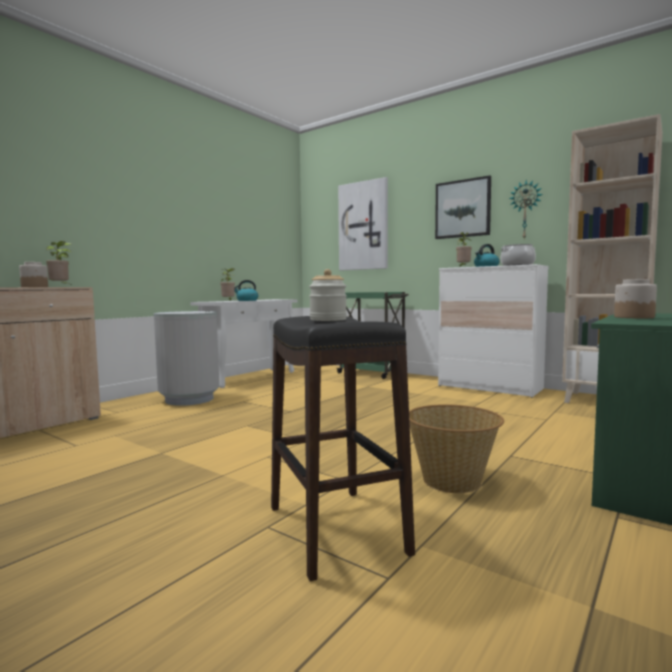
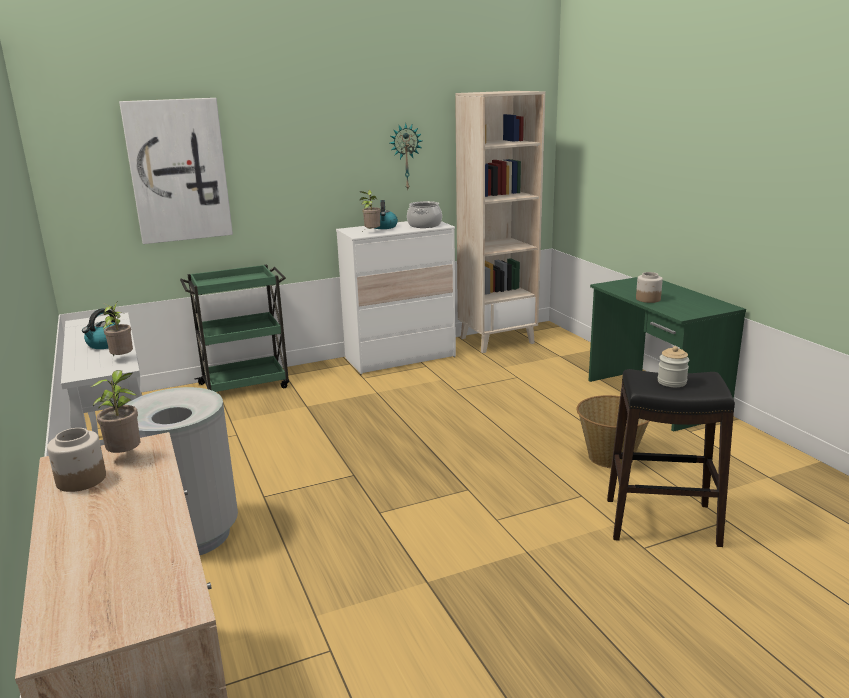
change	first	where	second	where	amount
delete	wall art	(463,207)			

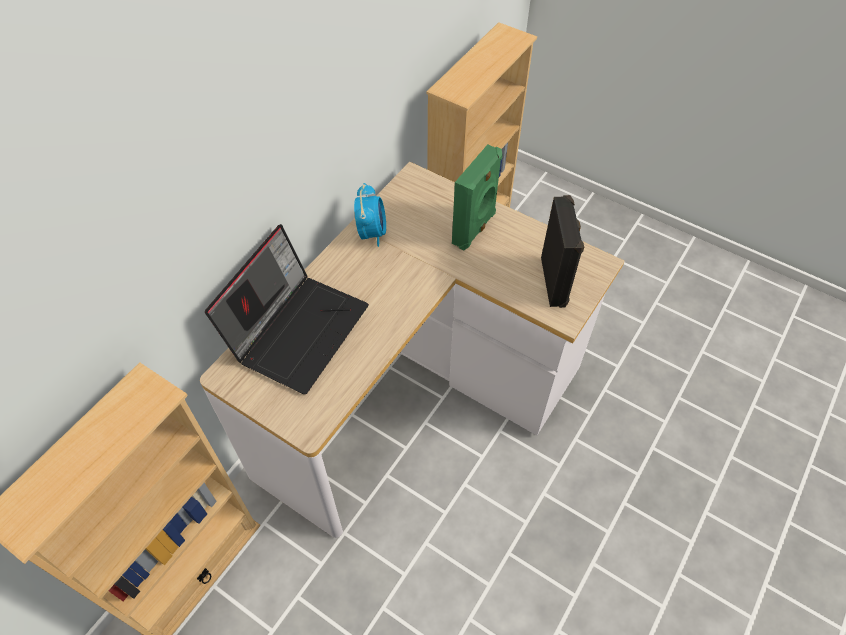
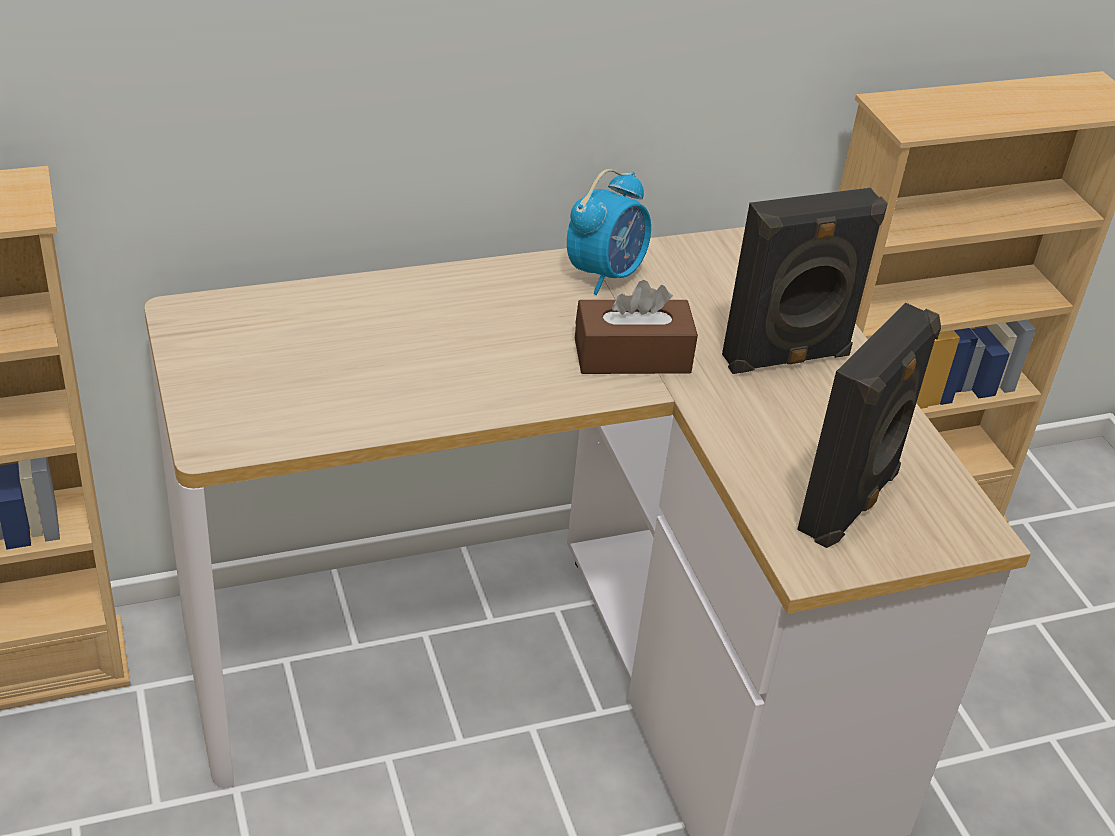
change	first	where	second	where	amount
recolor	loudspeaker (green)	(477,197)	loudspeaker (black)	(805,281)	
delete	portable computer	(287,309)			
insert			tissue box (brownish)	(636,327)	

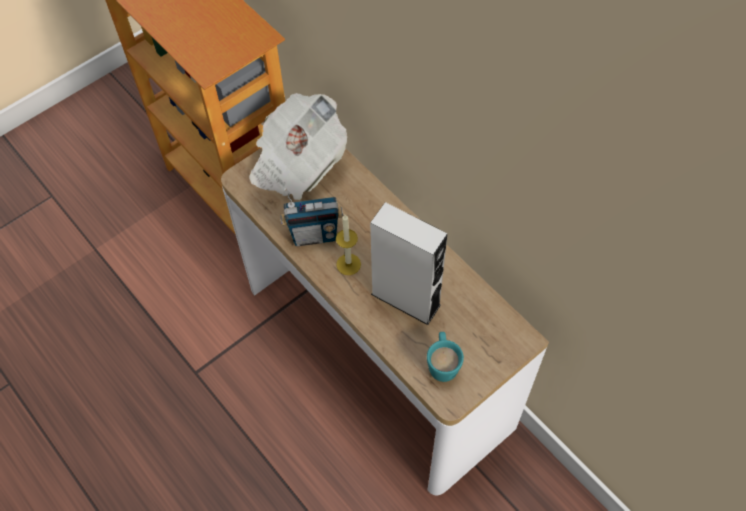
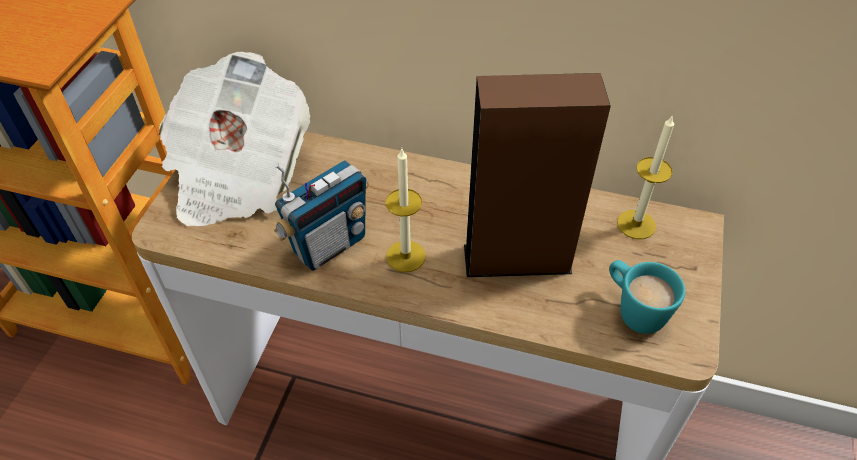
change	first	where	second	where	amount
recolor	loudspeaker (greyish)	(408,263)	loudspeaker (brownish)	(537,175)	
insert			wax candle	(645,177)	

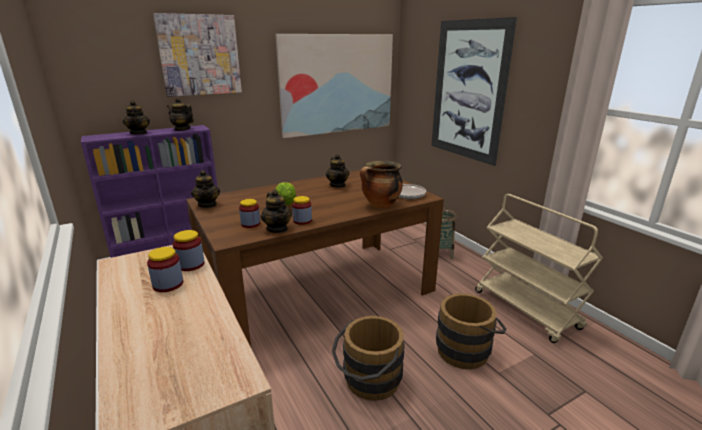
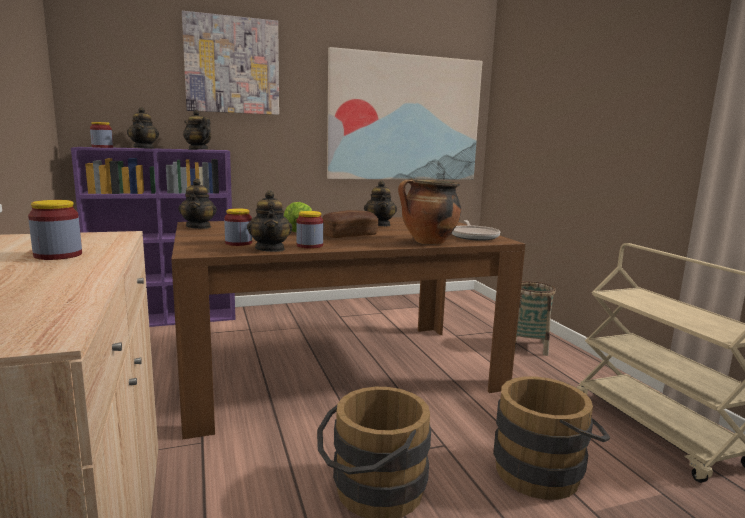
change	first	where	second	where	amount
delete	wall art	(474,91)			
move	storage jar	(188,250)		(101,135)	
insert			baked bread	(350,224)	

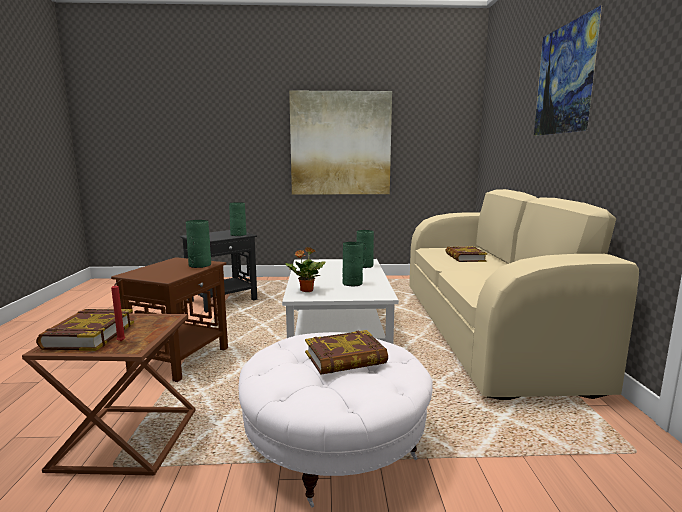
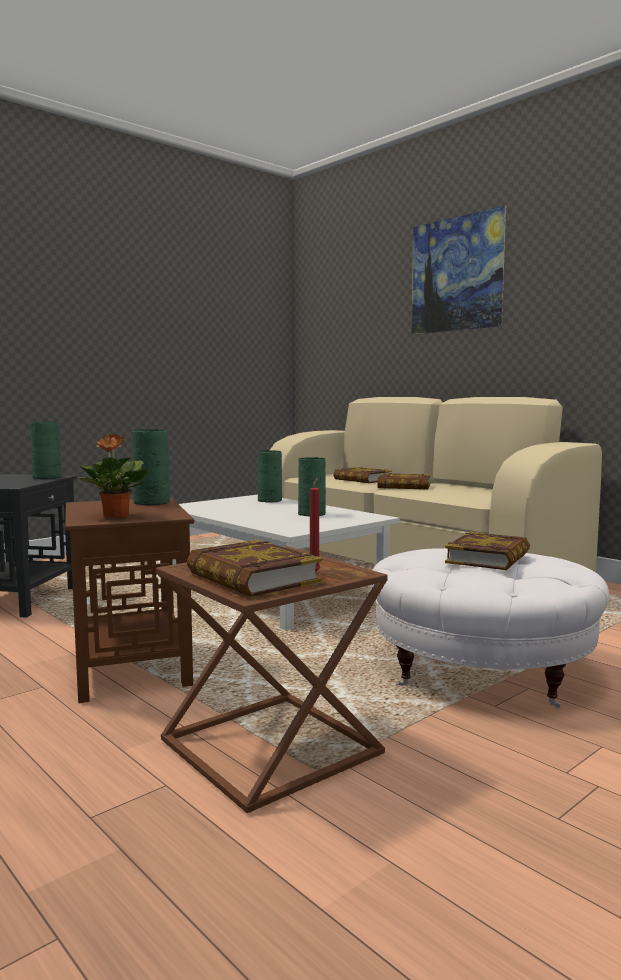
change	first	where	second	where	amount
delete	wall art	(340,143)			
move	houseplant	(305,269)		(113,476)	
insert			book	(404,481)	

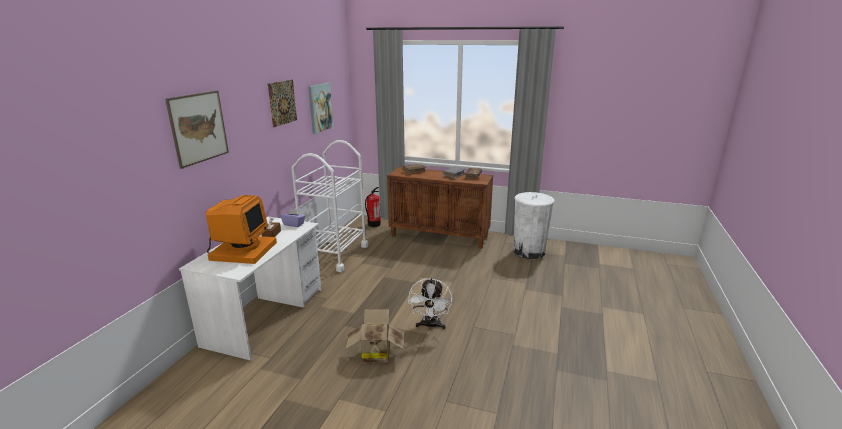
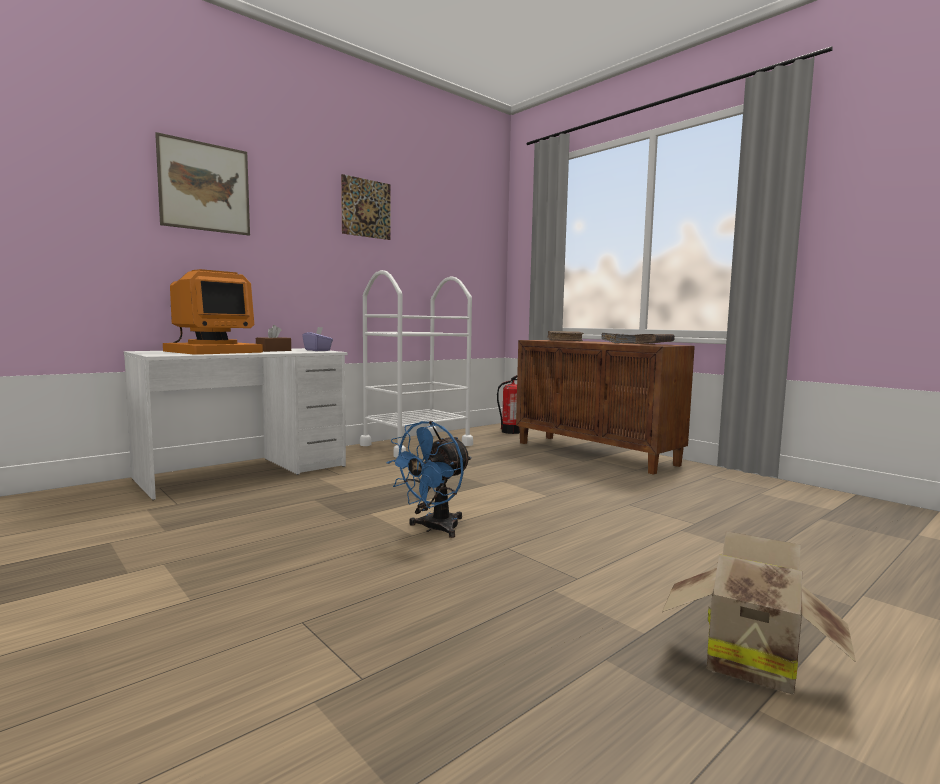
change	first	where	second	where	amount
delete	wall art	(320,108)			
delete	waste bin (white-coloured)	(533,225)			
recolor	electric fan (white-coloured)	(430,303)	electric fan (blue)	(429,479)	
move	packing box	(374,336)		(759,613)	

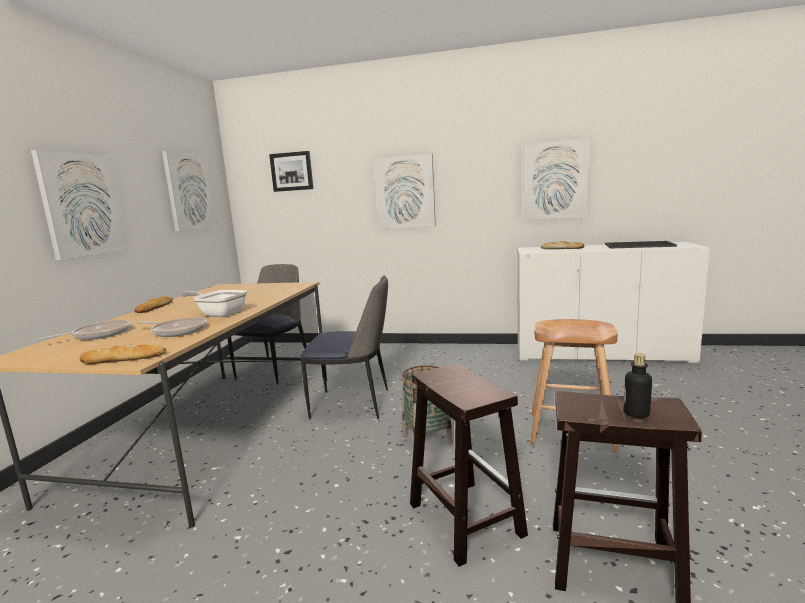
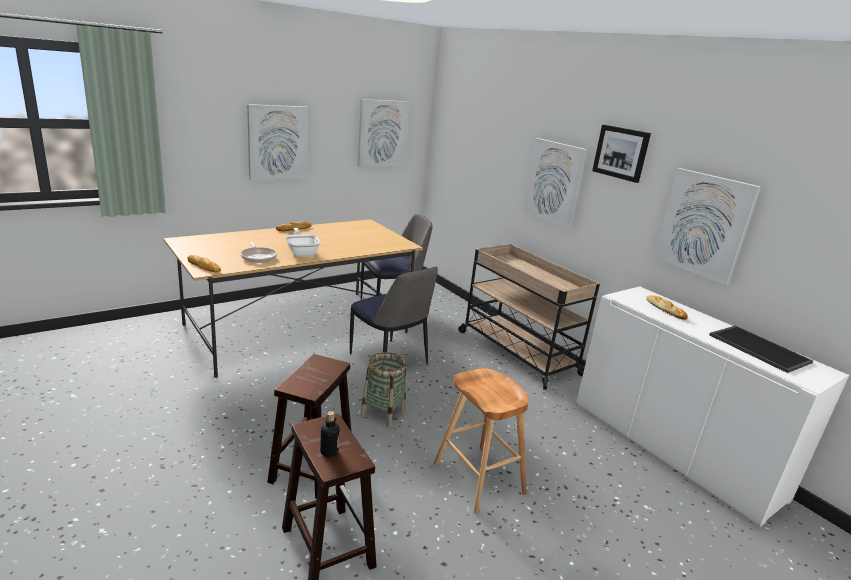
change	first	where	second	where	amount
move	wall art	(291,171)		(621,154)	
delete	frying pan	(83,330)			
insert			trolley (beige-coloured)	(529,317)	

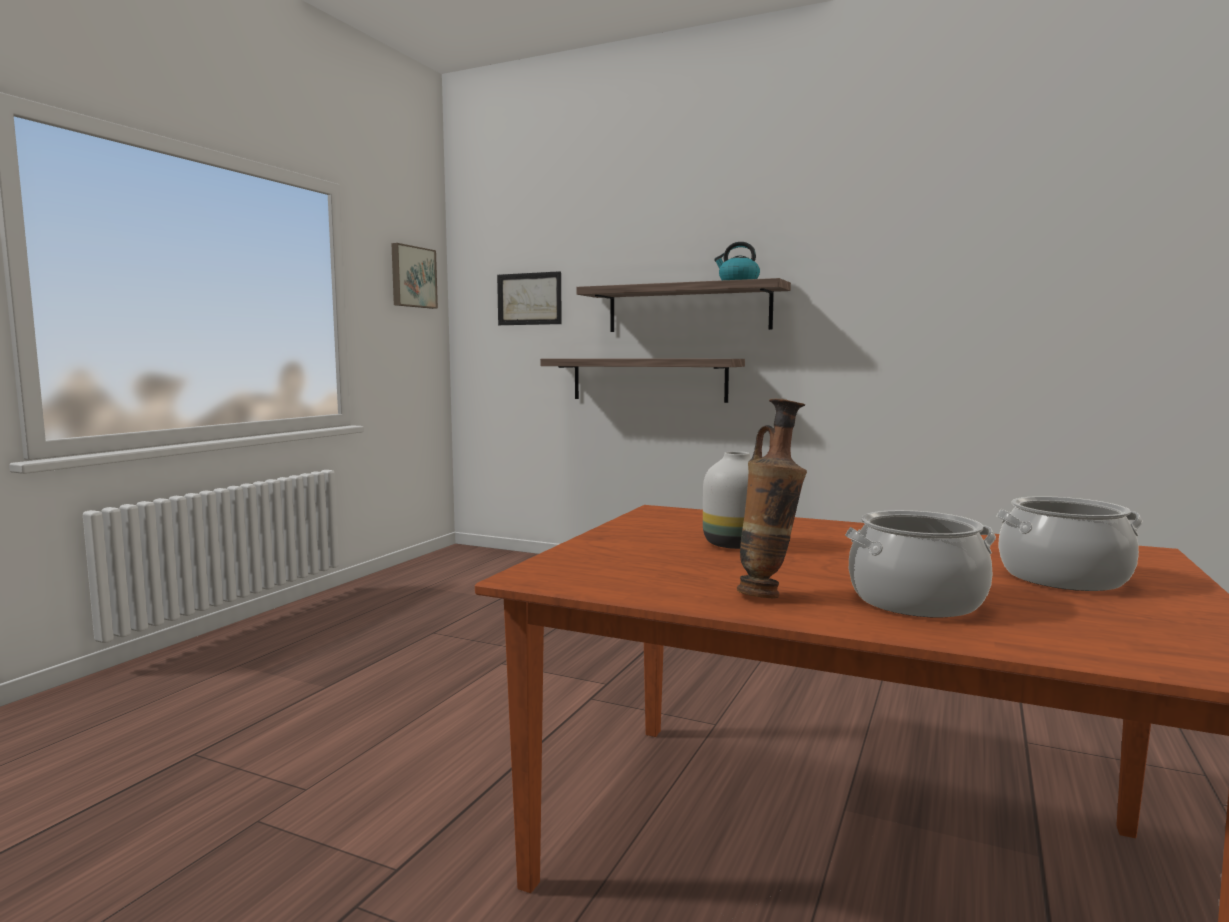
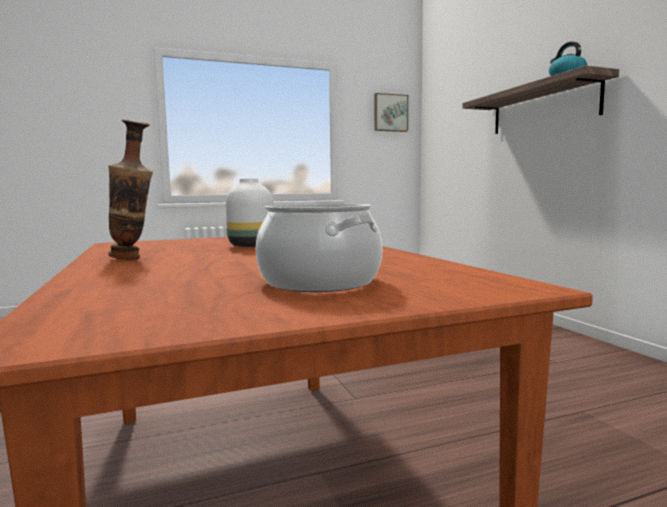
change	first	where	second	where	amount
delete	wall art	(529,298)			
delete	bracket shelf	(642,381)			
delete	saucepot	(920,564)			

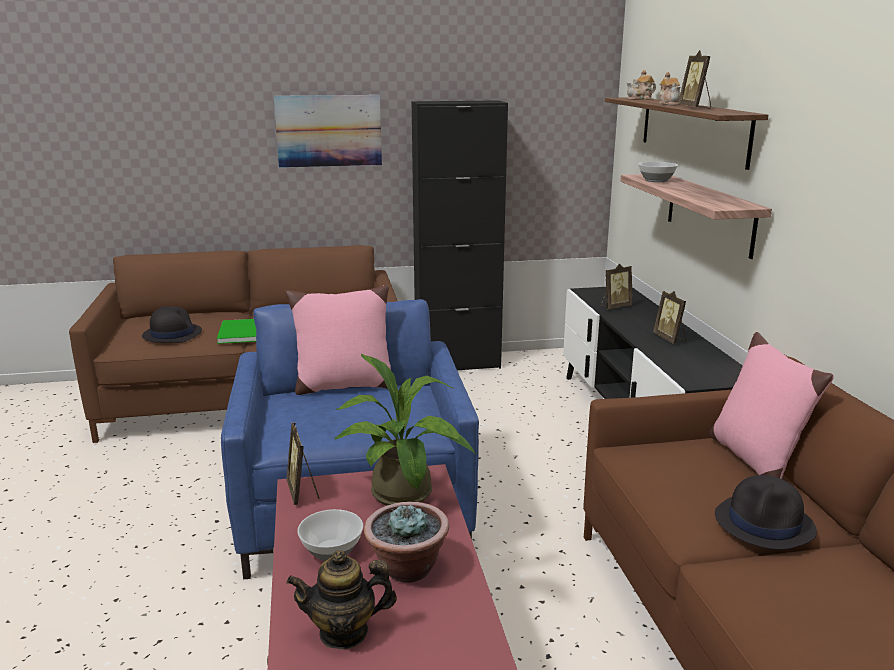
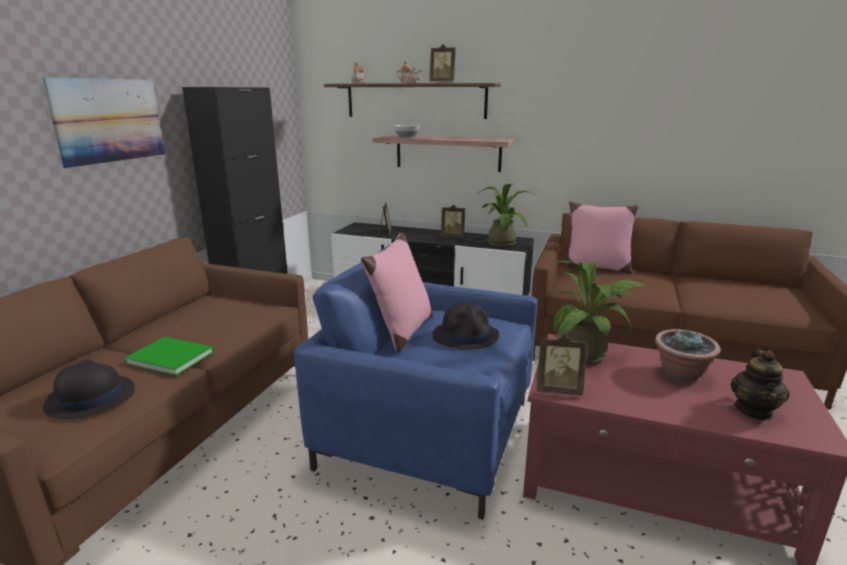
change	first	where	second	where	amount
move	clothing hat (black)	(766,512)		(466,326)	
delete	serving bowl	(330,535)			
insert			houseplant	(506,215)	

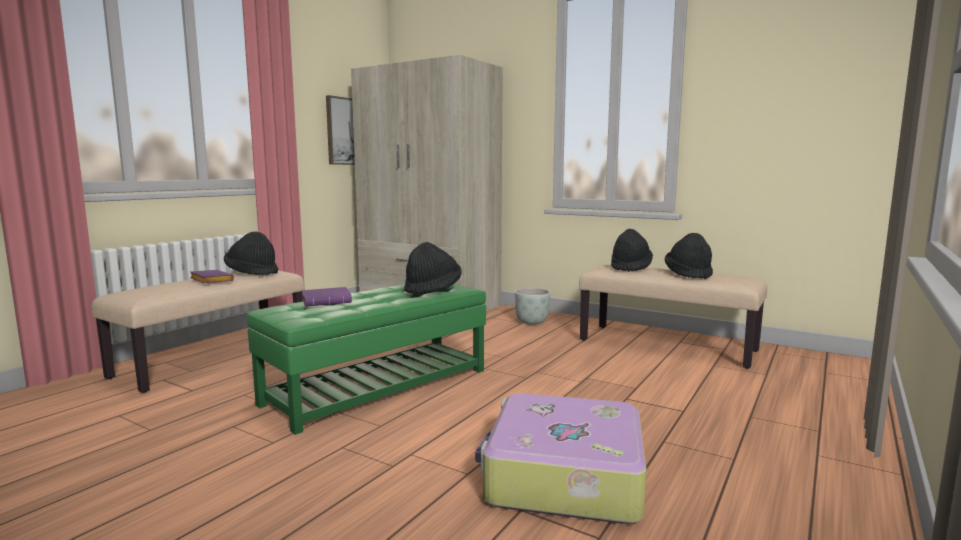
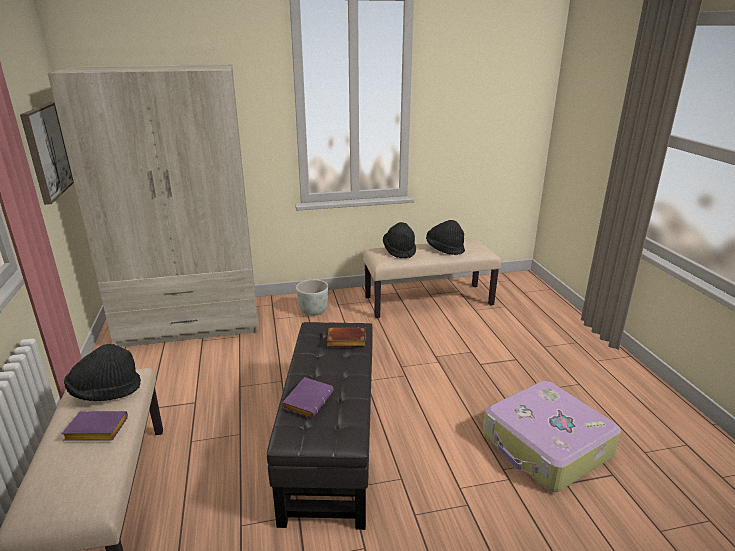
change	first	where	second	where	amount
replace	clothing hat (black)	(433,268)	book (brownish)	(346,336)	
recolor	footrest (green)	(366,359)	footrest (black)	(320,426)	

